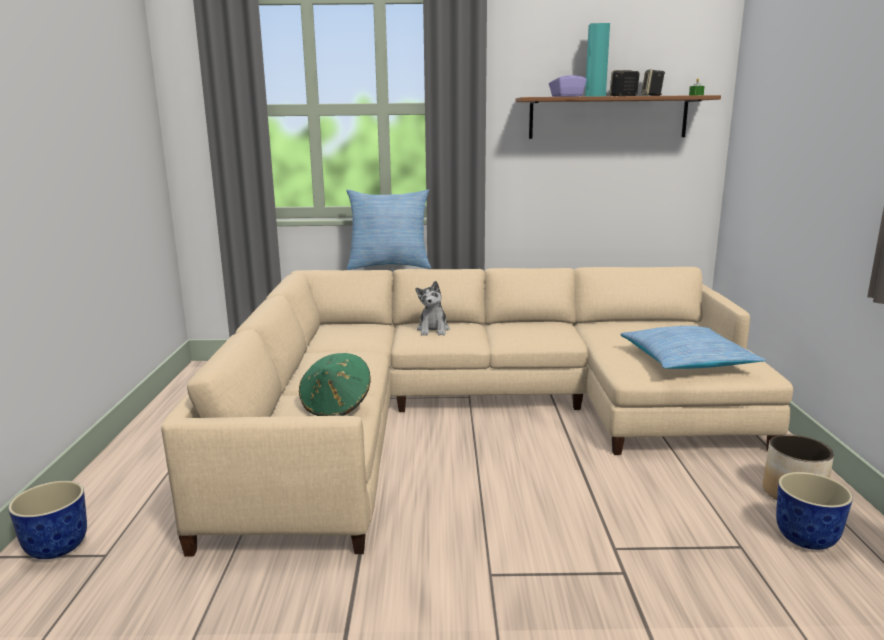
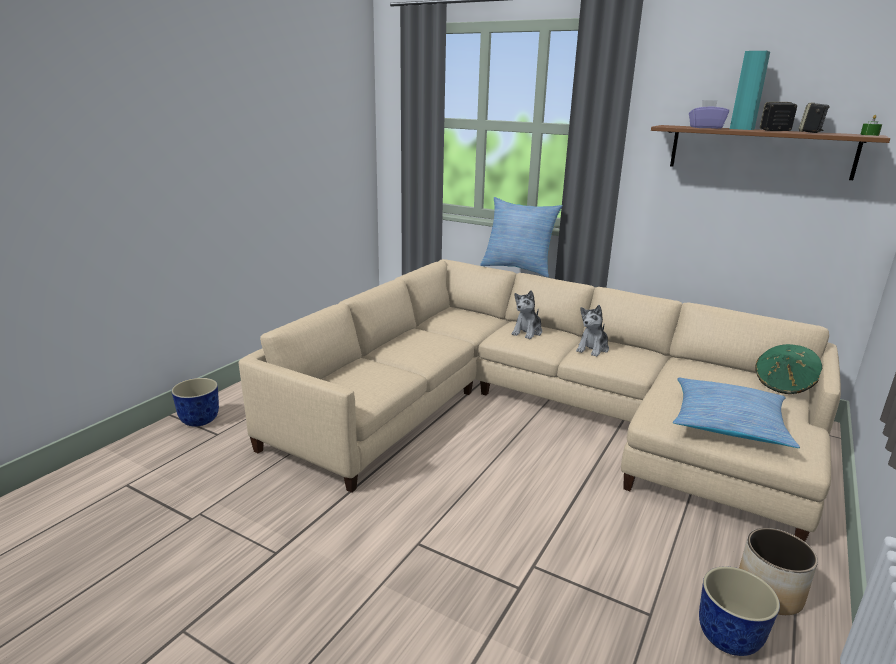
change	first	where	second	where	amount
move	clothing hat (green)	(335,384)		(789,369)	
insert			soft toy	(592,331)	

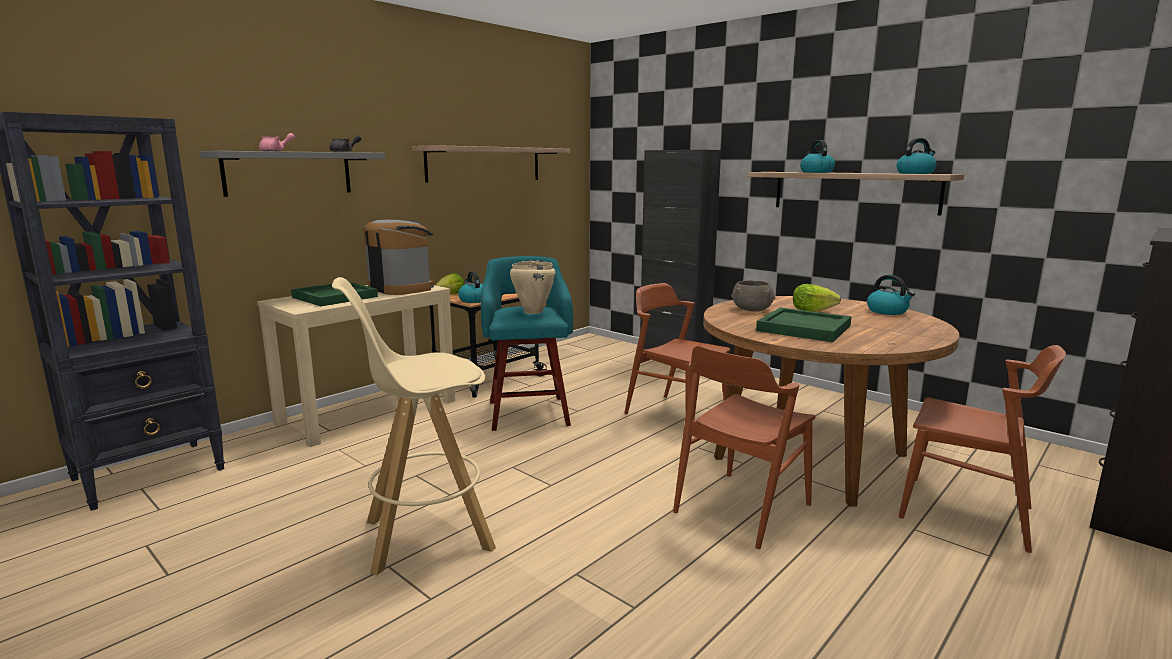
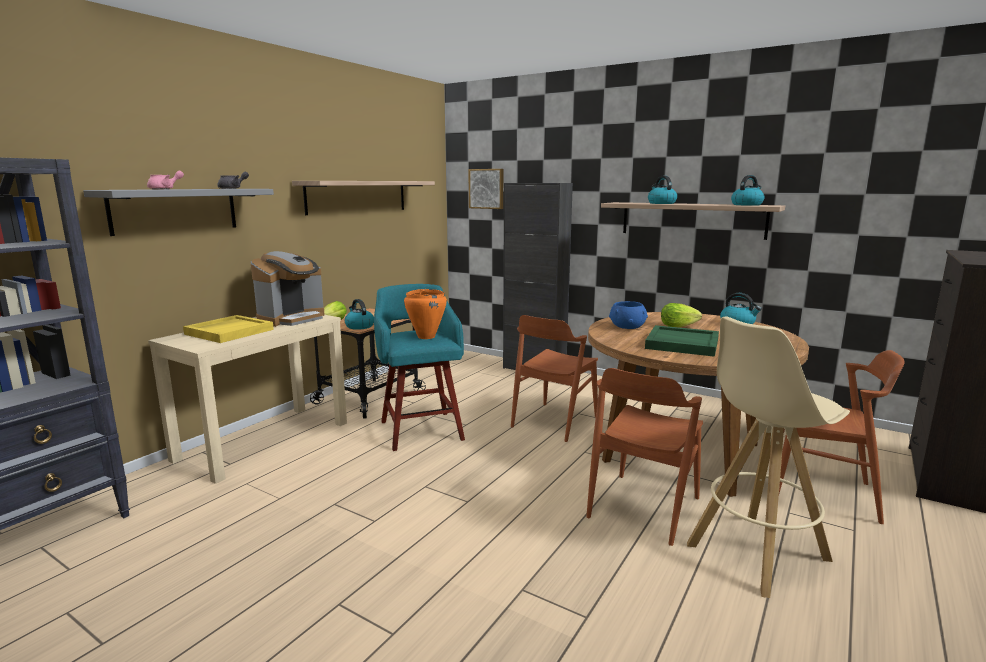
change	first	where	second	where	amount
rotate	coffee machine	(398,257)		(287,289)	90 degrees clockwise
recolor	saucepot (beige-coloured)	(533,287)	saucepot (orangey)	(425,314)	
move	sitting stool (beige-coloured)	(414,426)		(768,457)	
recolor	serving bowl (greyish)	(753,295)	serving bowl (blue)	(628,315)	
recolor	serving tray (green)	(334,294)	serving tray (yellow)	(228,329)	
rotate	chair (brownish)	(677,348)		(554,378)	90 degrees counterclockwise
insert			wall art	(485,189)	

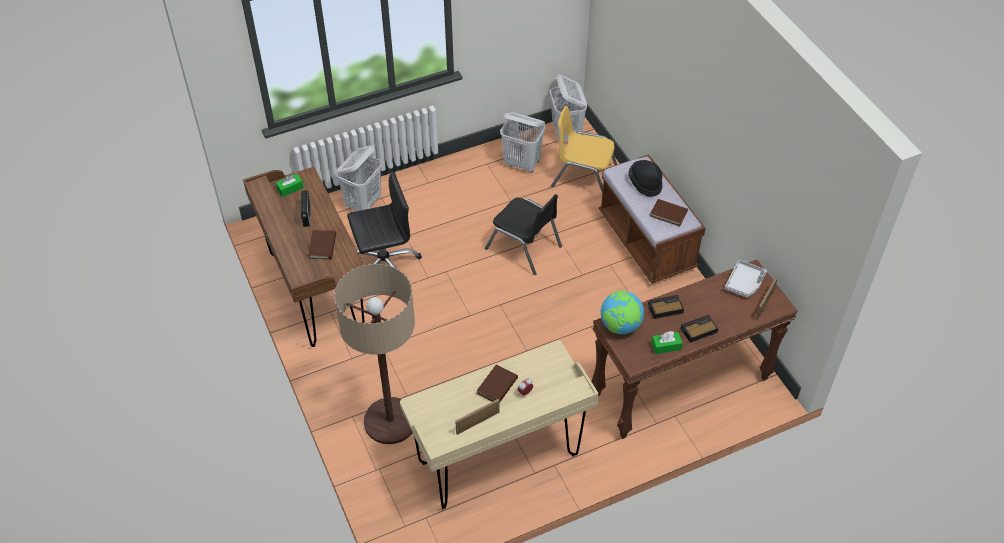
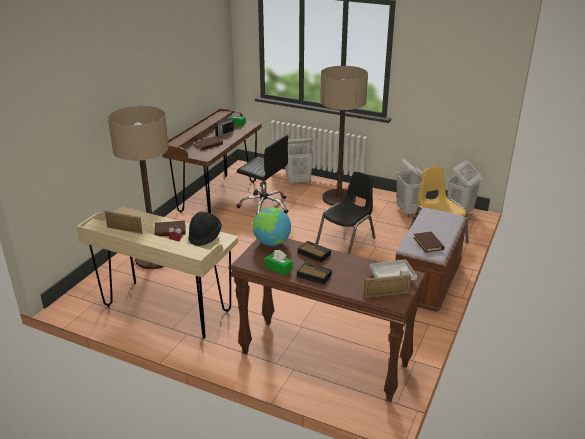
change	first	where	second	where	amount
move	clothing hat (black)	(645,178)		(205,228)	
rotate	chair (black)	(523,234)		(346,213)	135 degrees counterclockwise
insert			standing lamp	(344,136)	

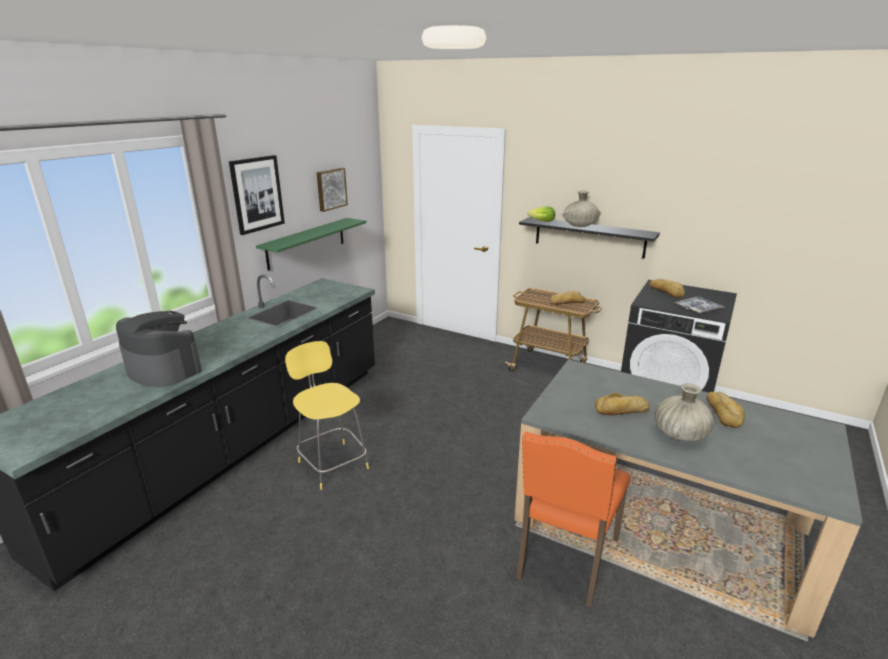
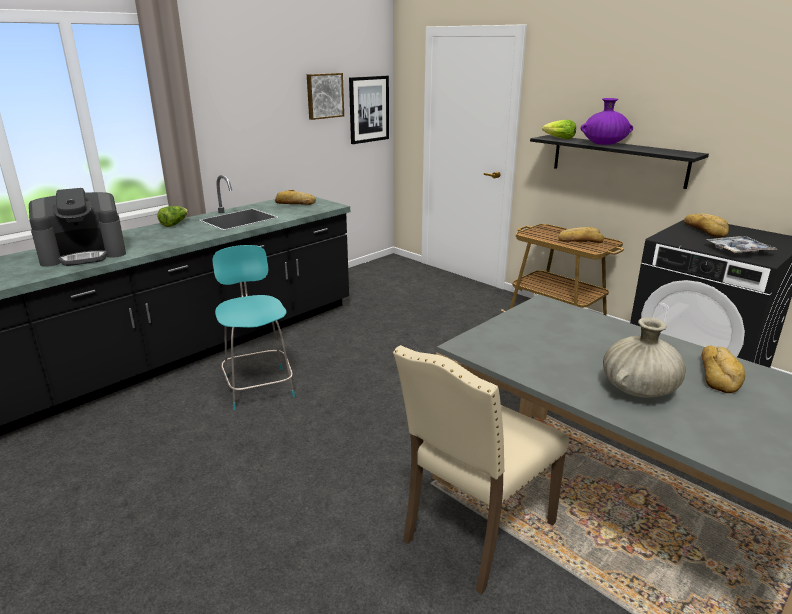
change	first	where	second	where	amount
move	wall art	(257,195)		(369,110)	
recolor	decorative vase (beige-coloured)	(581,208)	decorative vase (purplish)	(606,121)	
delete	bracket shelf (green)	(311,244)			
rotate	coffee machine	(159,349)		(77,227)	105 degrees clockwise
recolor	sitting stool (yellow)	(327,415)	sitting stool (turquoise)	(253,327)	
move	baked bread	(622,404)		(295,197)	
recolor	chair (orangey)	(573,519)	chair (beige-coloured)	(481,469)	
insert			head of lettuce	(172,216)	

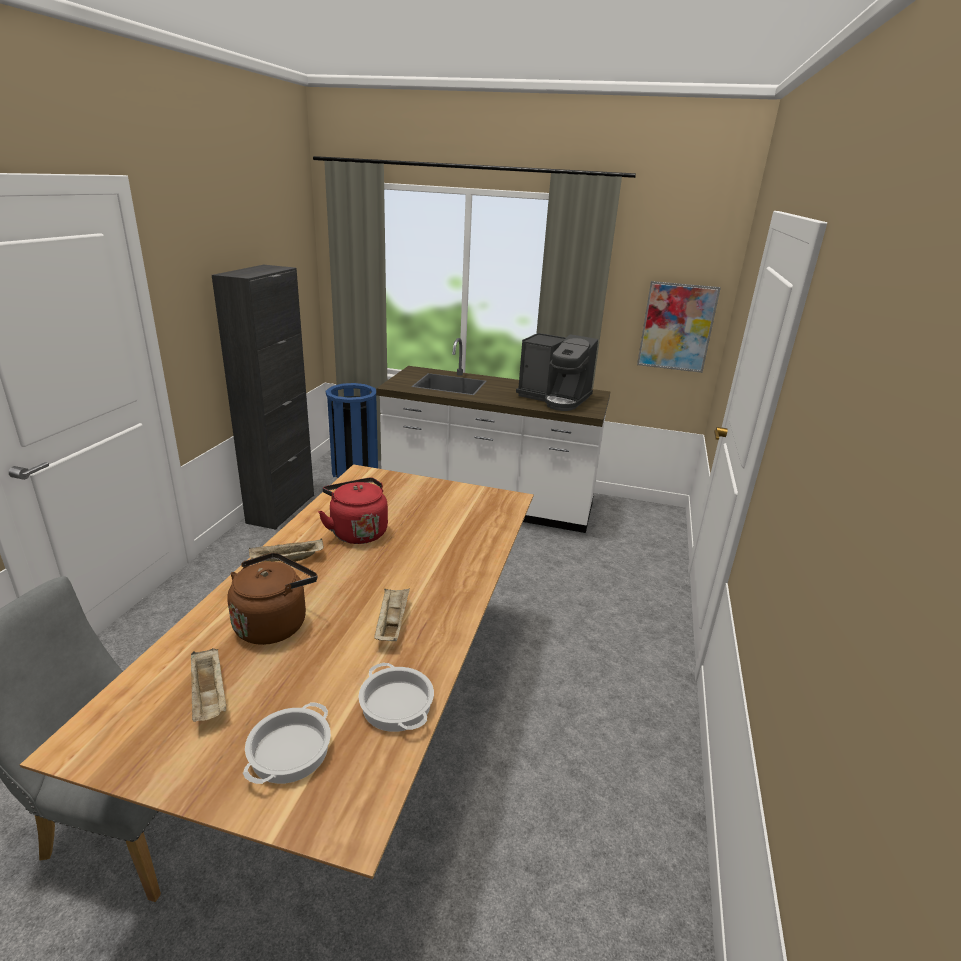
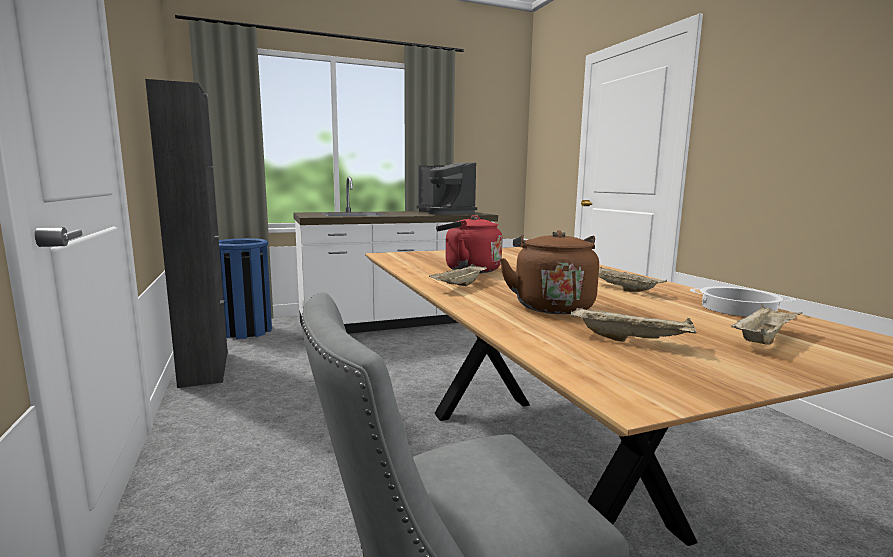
change	first	where	second	where	amount
delete	wall art	(679,327)			
rotate	coffee machine	(557,372)		(447,189)	60 degrees clockwise
replace	saucepot	(287,743)	serving tray (beige-coloured)	(767,324)	

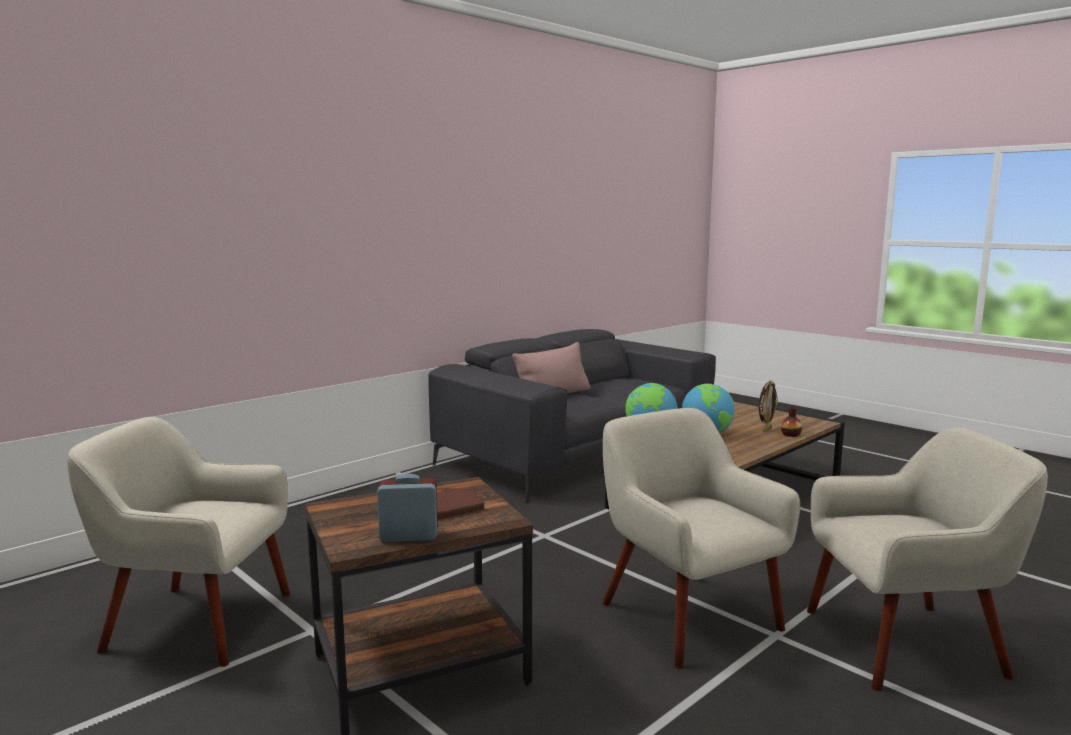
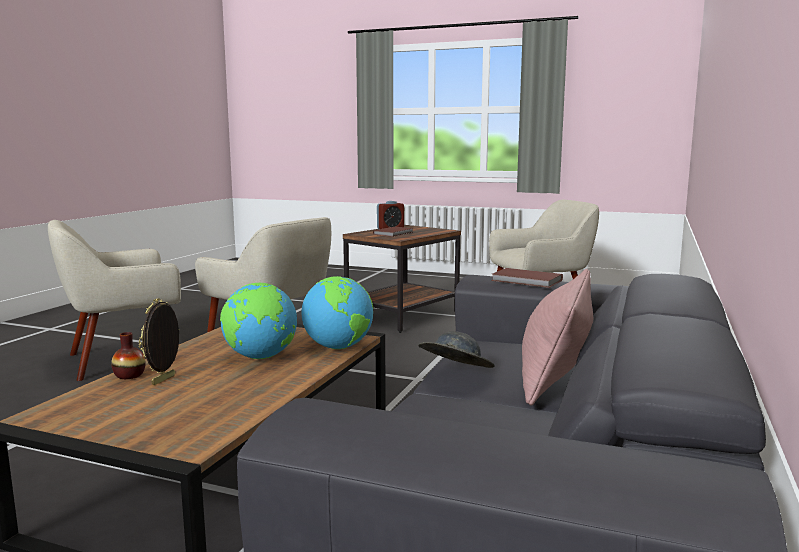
change	first	where	second	where	amount
insert			book (brownish)	(527,278)	
insert			clothing hat (greyish)	(456,349)	

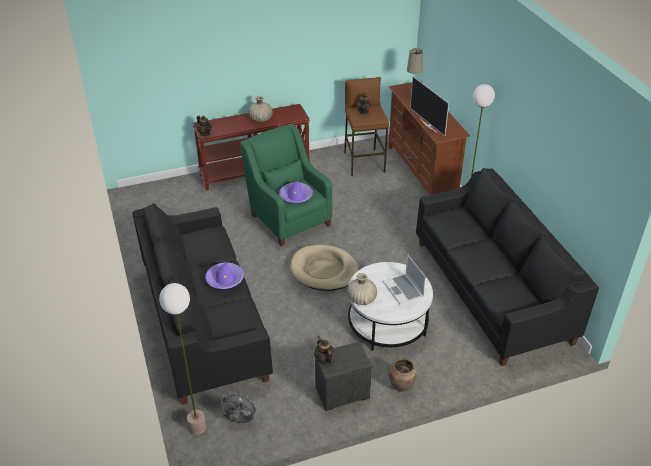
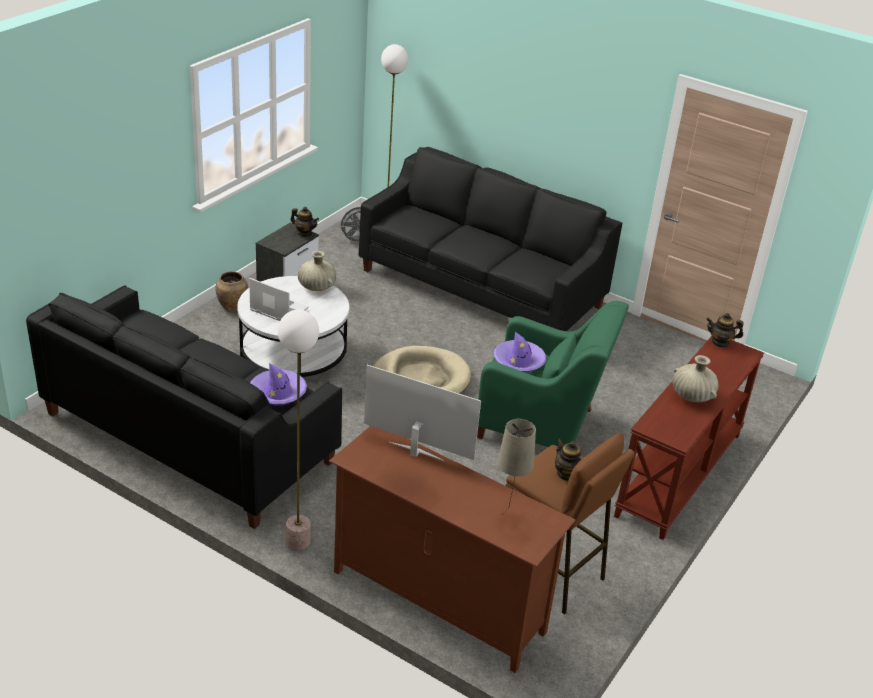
change	first	where	second	where	amount
move	clothing hat (purplish)	(224,275)		(279,384)	

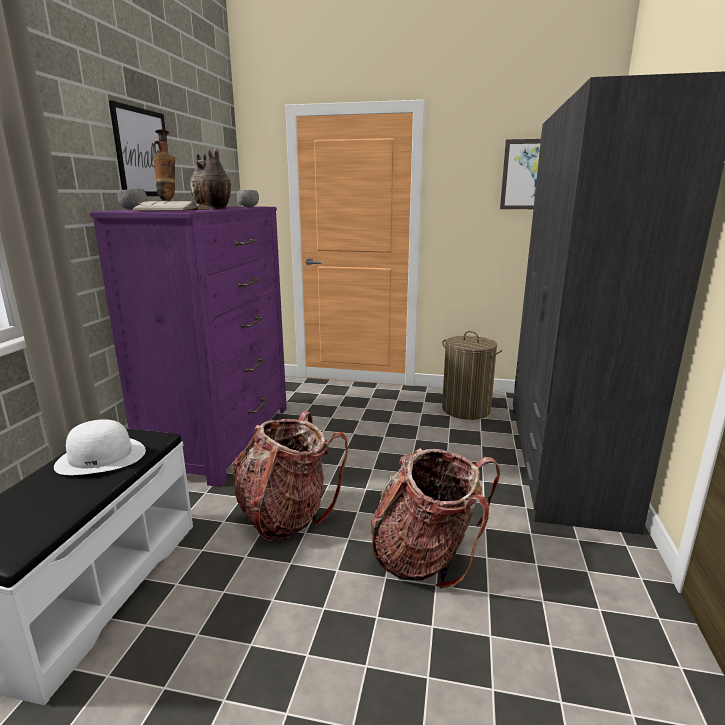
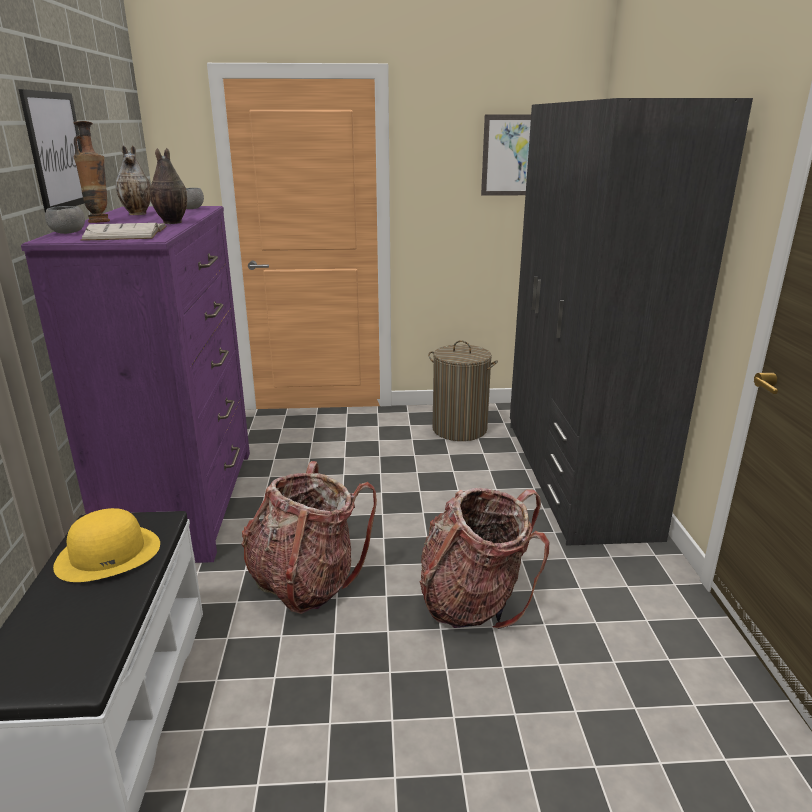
change	first	where	second	where	amount
recolor	clothing hat (white-coloured)	(100,447)	clothing hat (yellow)	(106,545)	

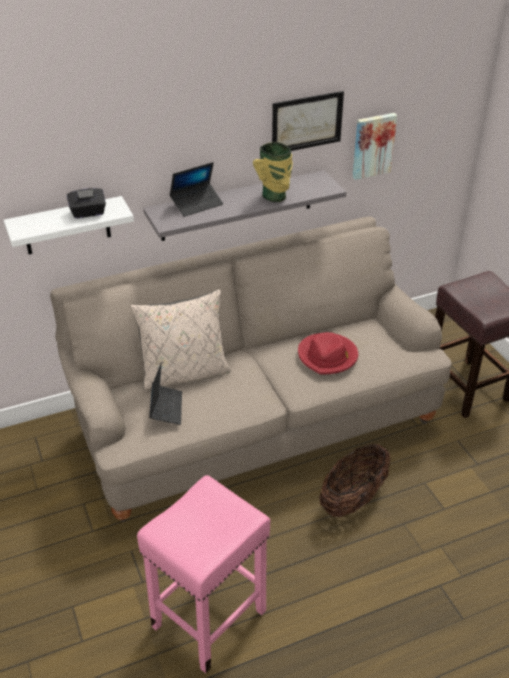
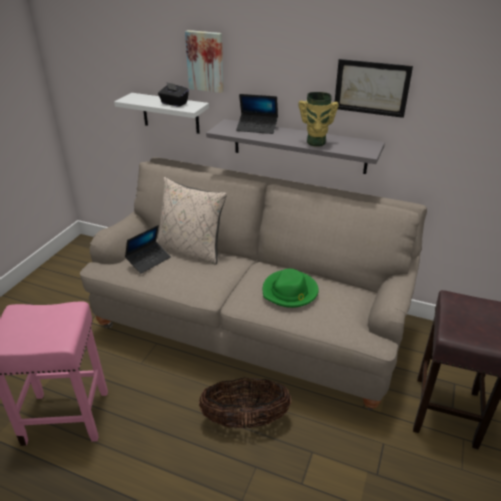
change	first	where	second	where	amount
move	wall art	(375,146)		(204,61)	
recolor	clothing hat (reddish)	(328,353)	clothing hat (green)	(291,288)	

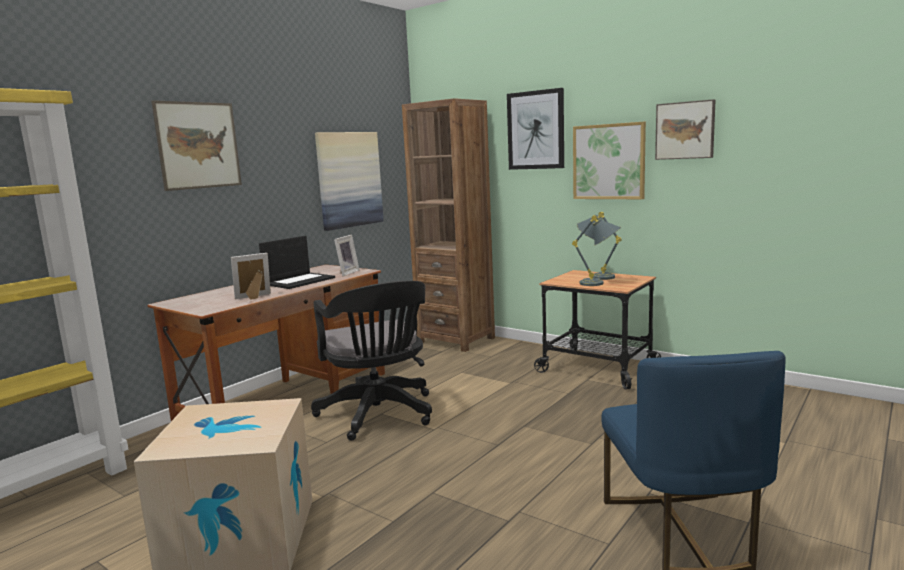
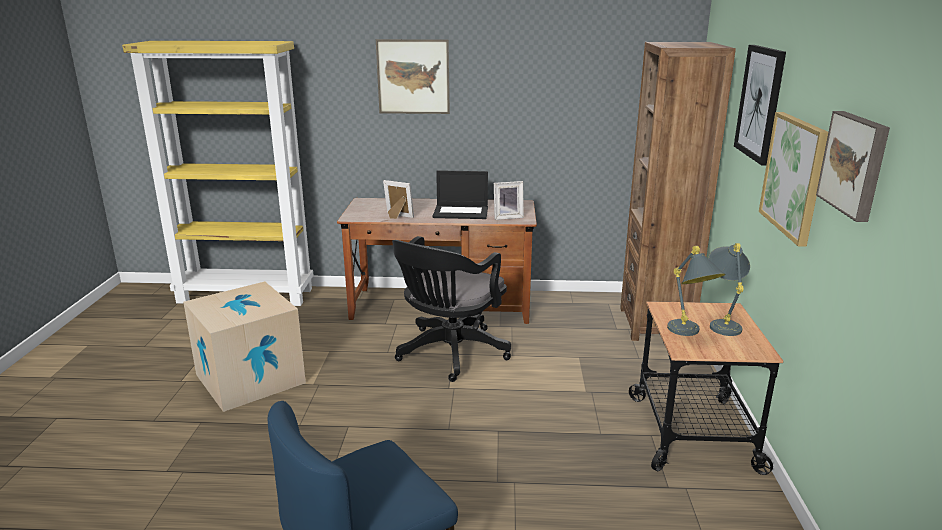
change	first	where	second	where	amount
delete	wall art	(349,181)			

